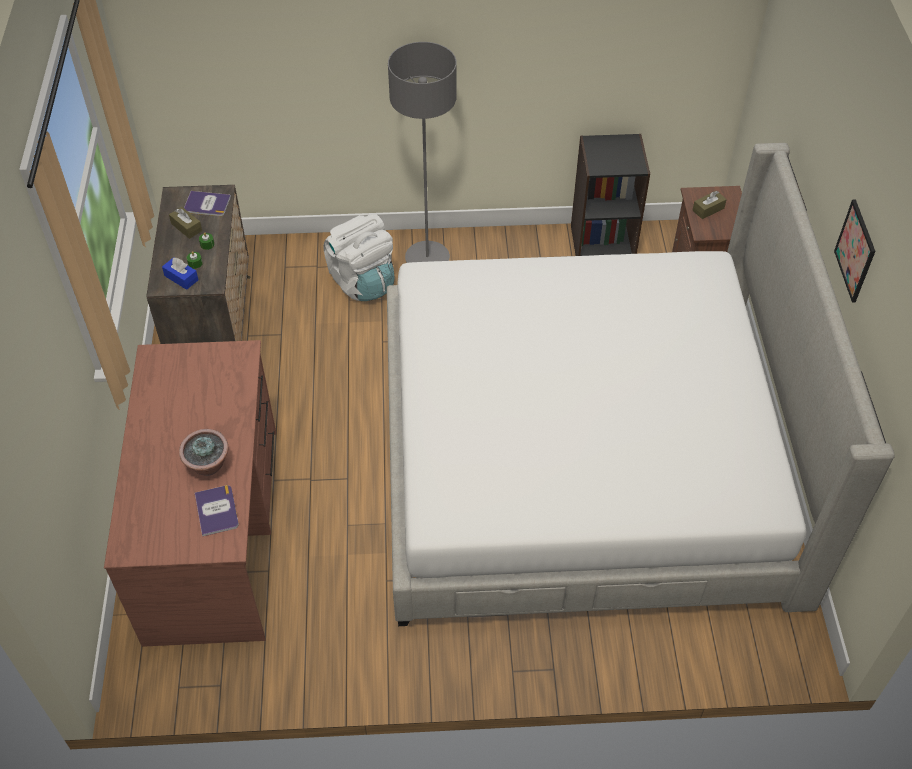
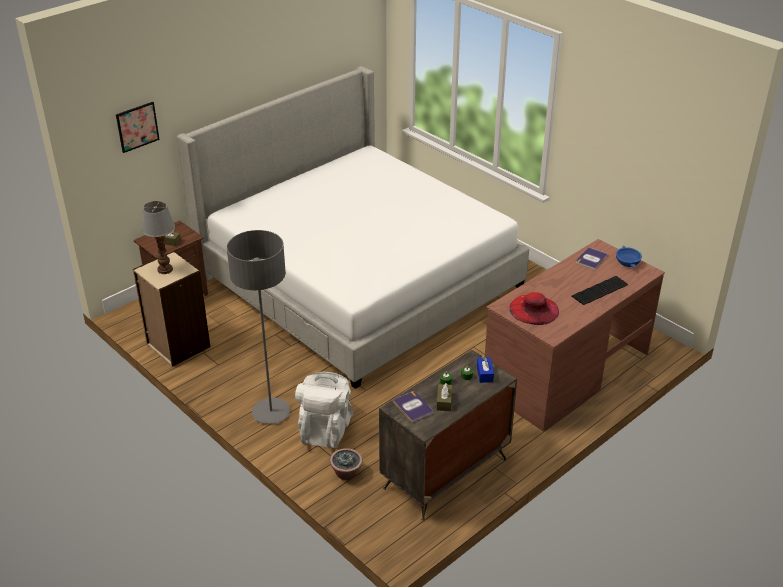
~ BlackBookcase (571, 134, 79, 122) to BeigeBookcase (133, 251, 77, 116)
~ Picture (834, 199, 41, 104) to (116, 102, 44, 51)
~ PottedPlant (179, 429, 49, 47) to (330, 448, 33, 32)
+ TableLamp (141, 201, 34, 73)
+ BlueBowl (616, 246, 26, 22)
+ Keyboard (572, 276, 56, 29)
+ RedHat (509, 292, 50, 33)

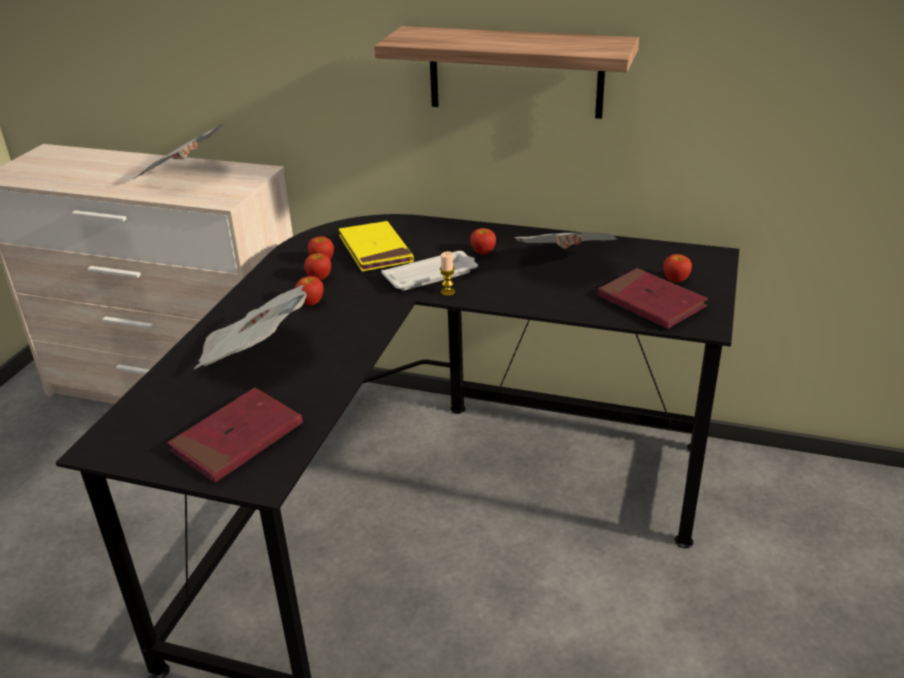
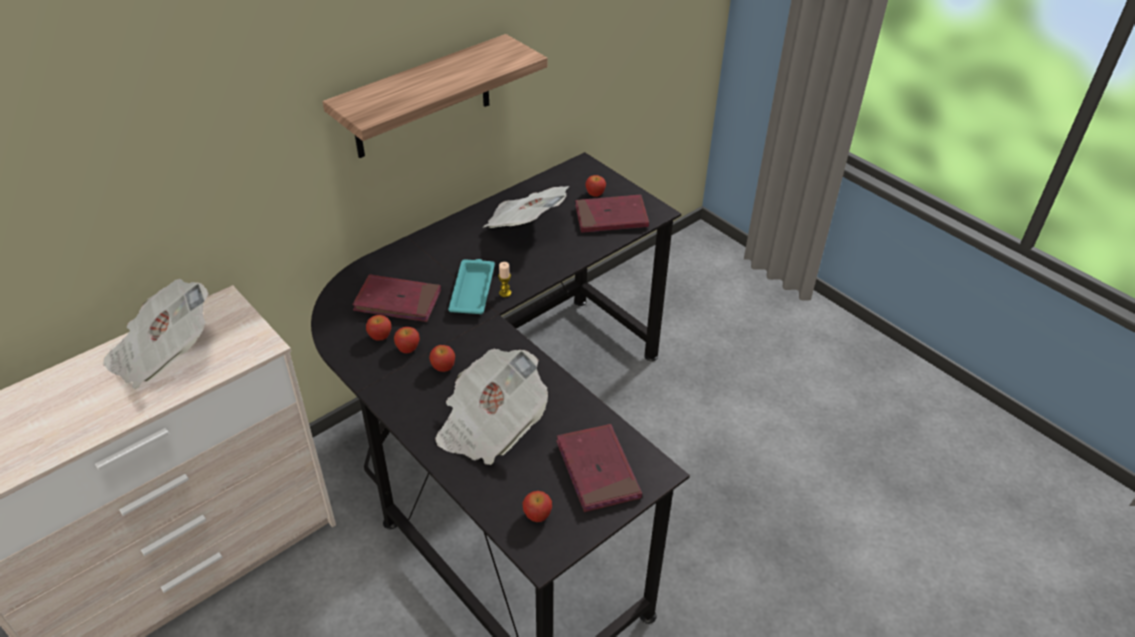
~ YellowBook (339, 221, 75, 51) to RedBook (352, 274, 89, 48)
~ Apple (470, 228, 26, 27) to (522, 491, 30, 31)
~ WhiteTray (382, 251, 96, 39) to TurquoiseTray (448, 259, 47, 55)

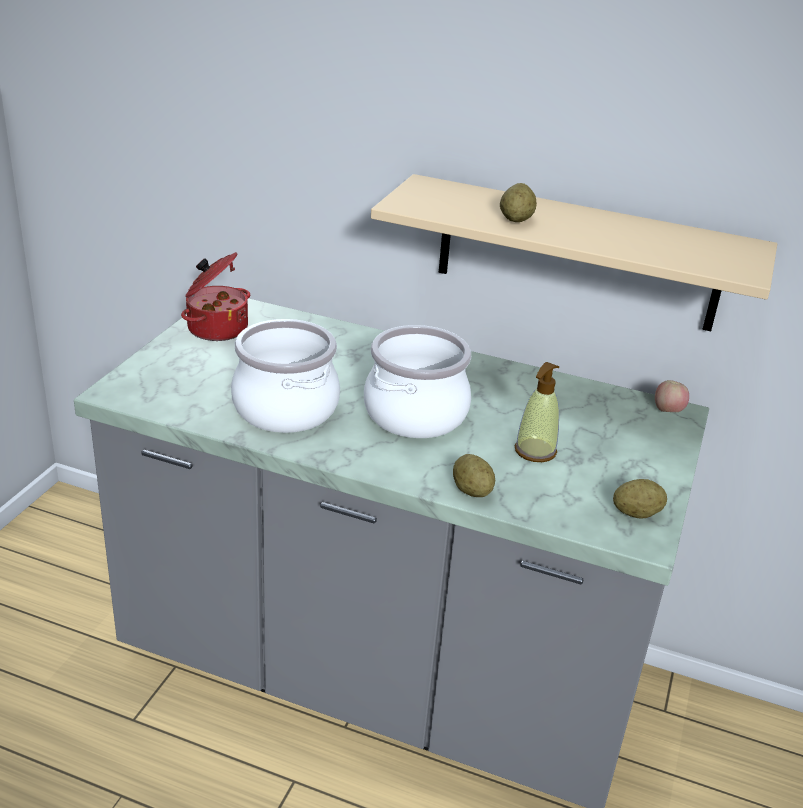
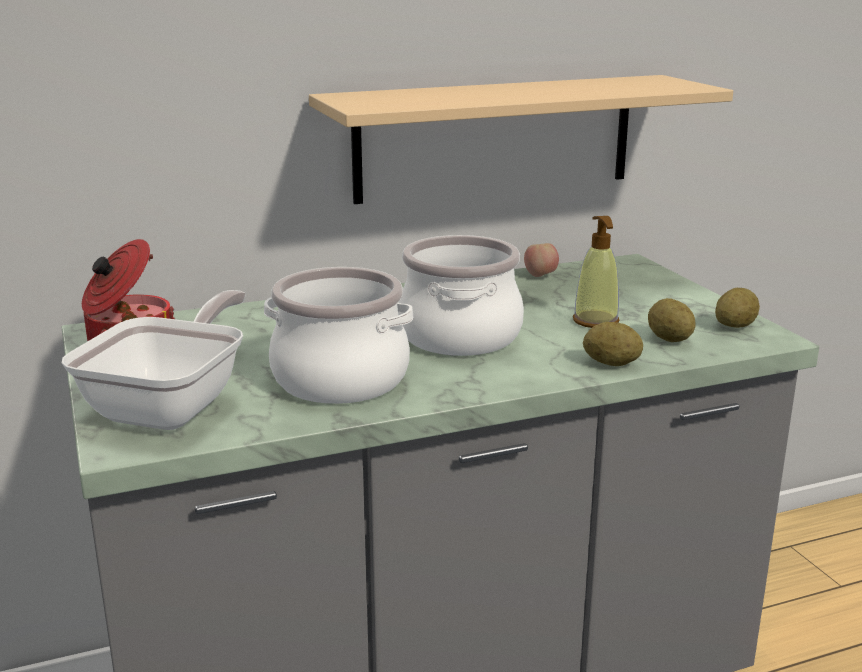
~ Potato (500, 183, 37, 39) to (648, 298, 48, 44)
~ Apple (655, 380, 34, 32) to (524, 243, 35, 34)
+ FryingPan (62, 290, 184, 140)

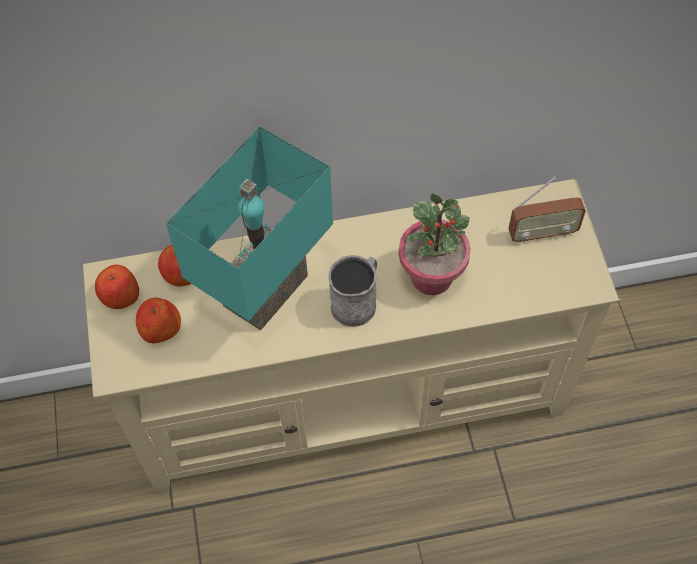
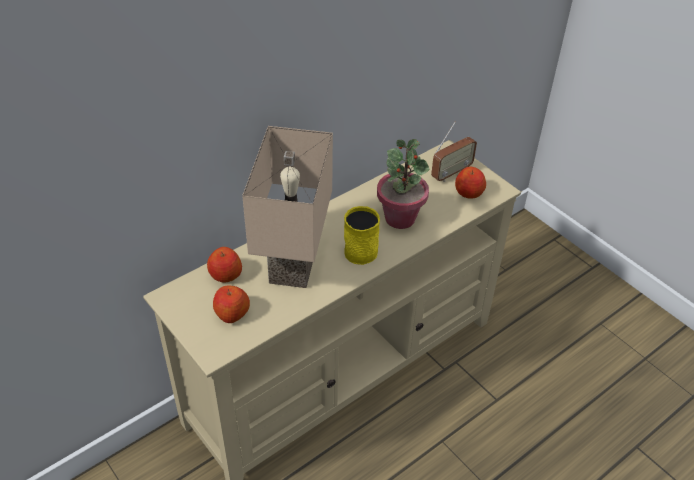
~ TurquoiseTableLamp (166, 126, 167, 205) to BeigeTableLamp (242, 126, 91, 162)
~ GreyMug (328, 255, 49, 72) to YellowMug (344, 206, 36, 59)
~ Apple (95, 264, 44, 45) to (455, 167, 31, 32)

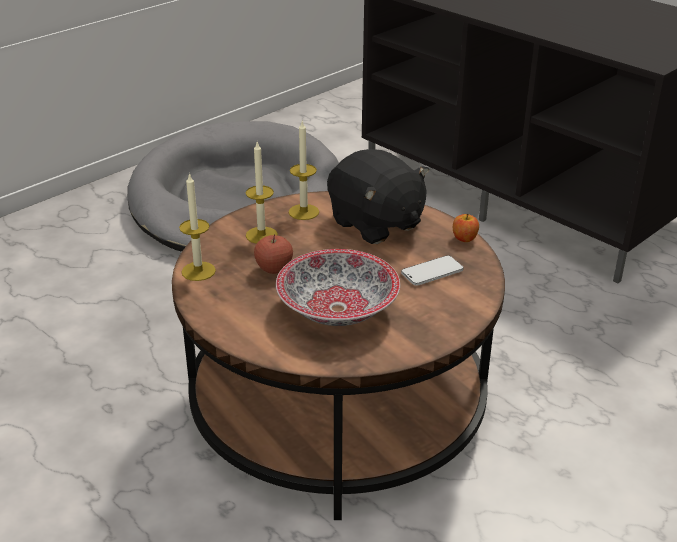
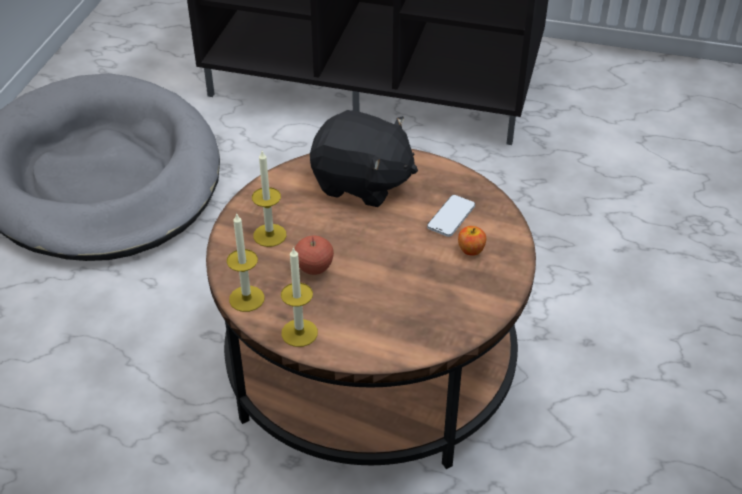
~ Candle (289, 121, 30, 99) to (281, 247, 37, 100)
~ Apple (453, 214, 26, 28) to (458, 226, 28, 30)
- Bowl (276, 249, 124, 77)

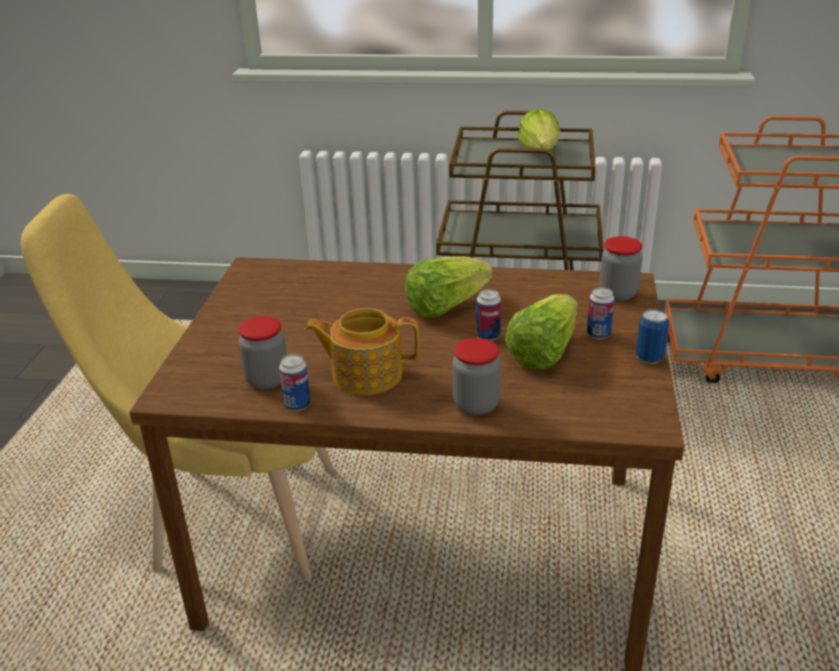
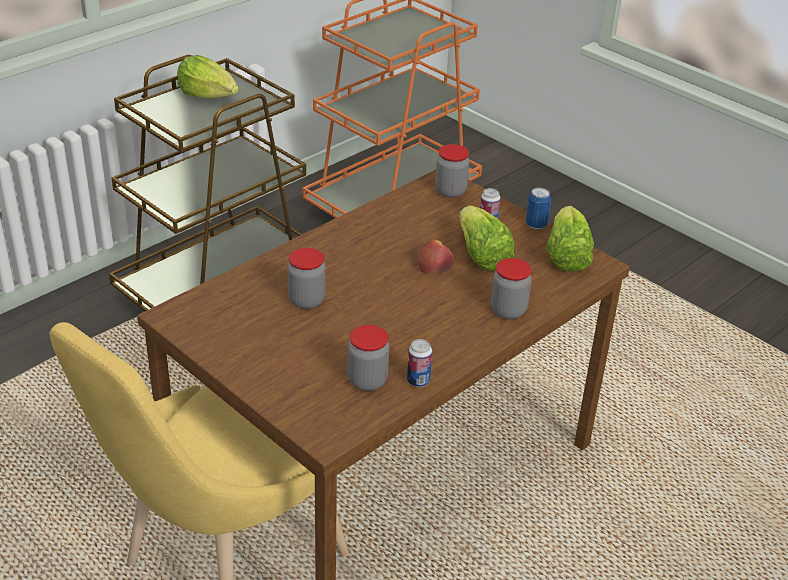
~ Lettuce (405, 256, 88, 62) to (546, 206, 48, 66)
~ Can (476, 289, 25, 52) to Apple (416, 240, 38, 34)
- Teapot (304, 308, 116, 87)
+ Jar (288, 248, 38, 61)

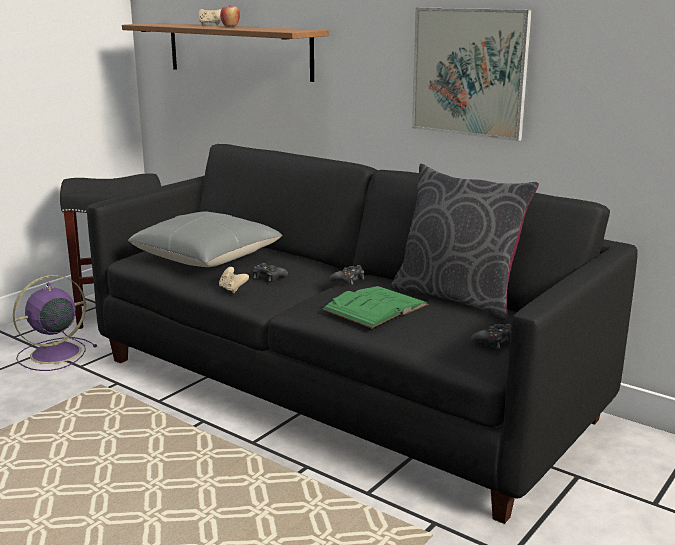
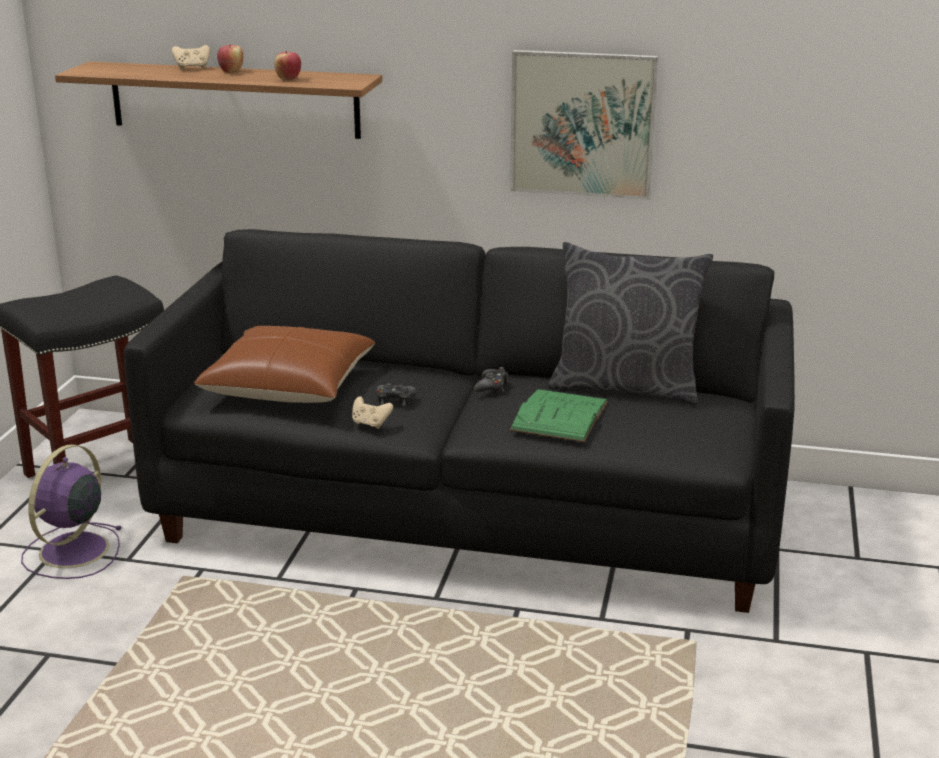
~ GreyPillow (128, 211, 154, 56) to BrownPillow (194, 326, 181, 77)
- BlackGameController (471, 324, 40, 24)
+ Apple (274, 51, 27, 29)

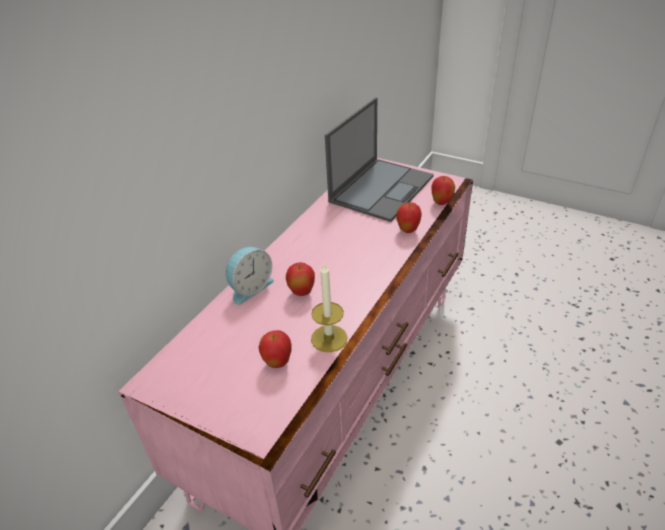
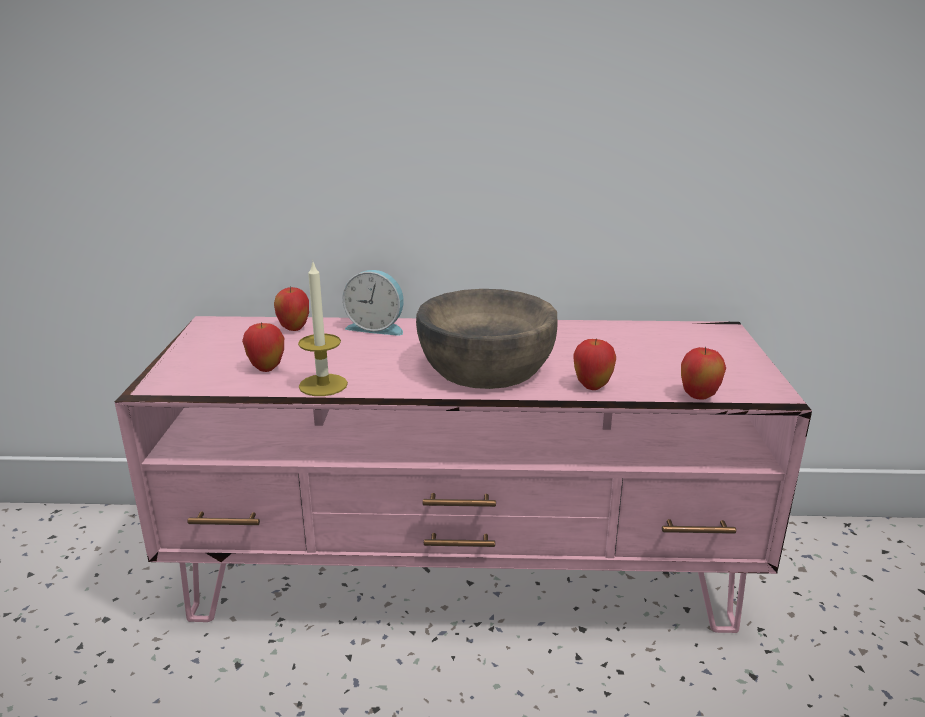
- Laptop (325, 97, 109, 125)
~ Apple (286, 262, 29, 34) to (274, 286, 35, 45)
+ BrownBowl (416, 289, 141, 100)

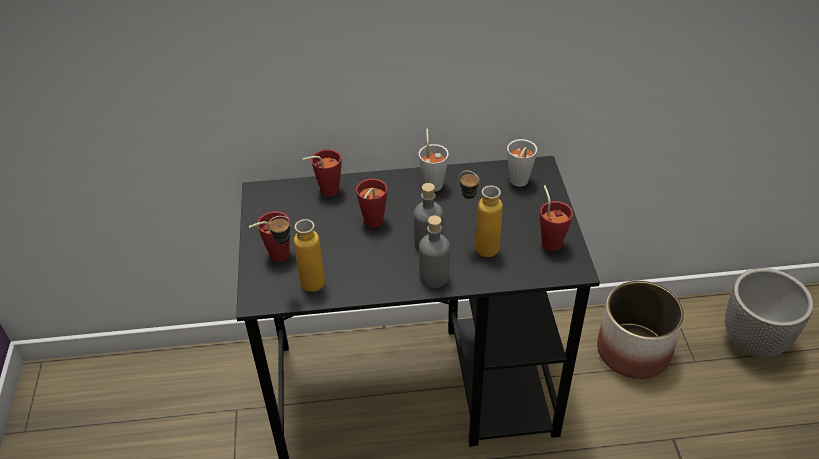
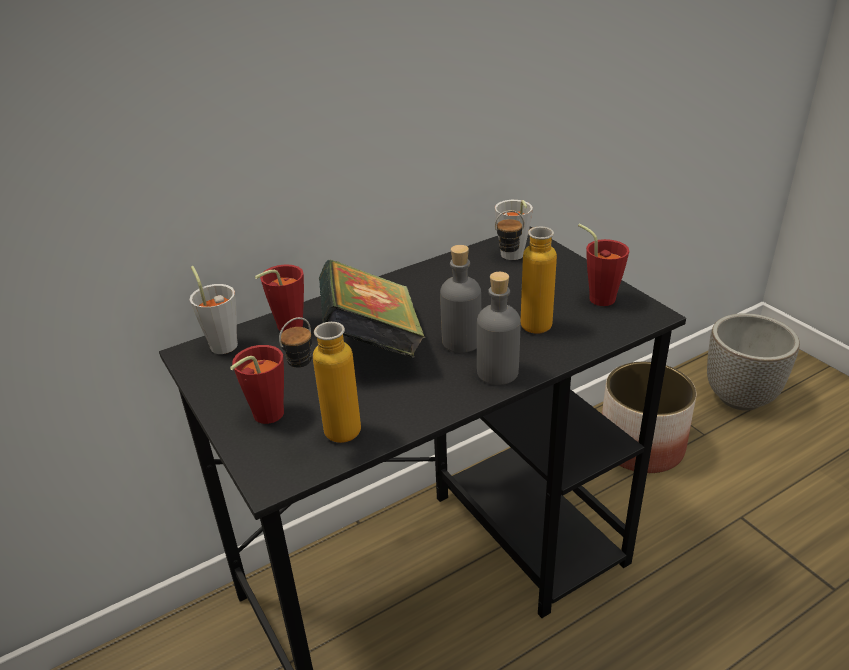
~ GreyCup (419, 129, 30, 63) to (189, 266, 49, 88)
~ RedCup (356, 178, 31, 50) to Book (319, 260, 107, 98)

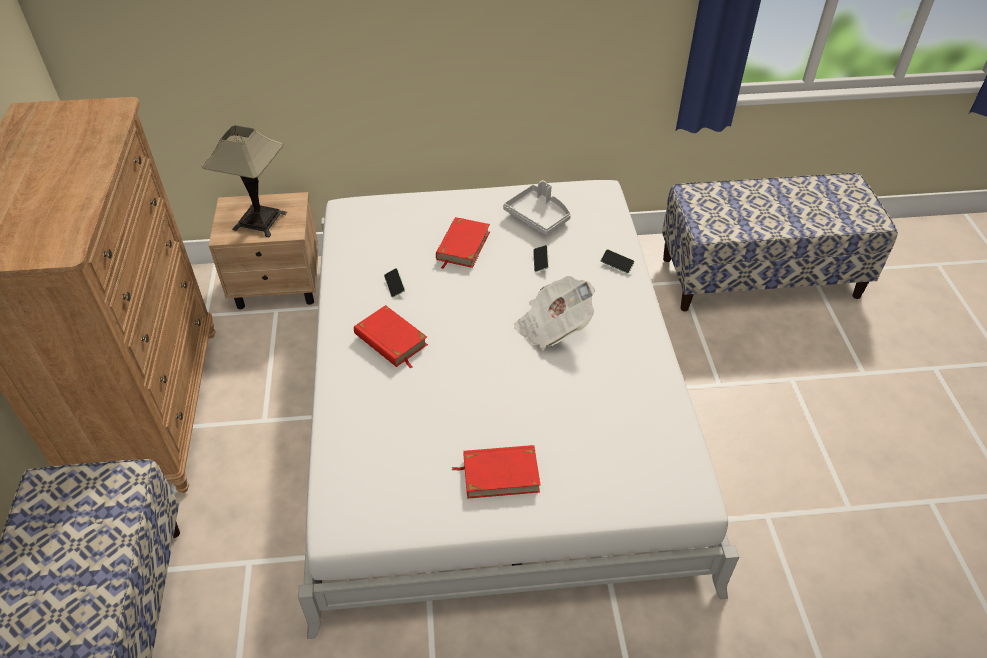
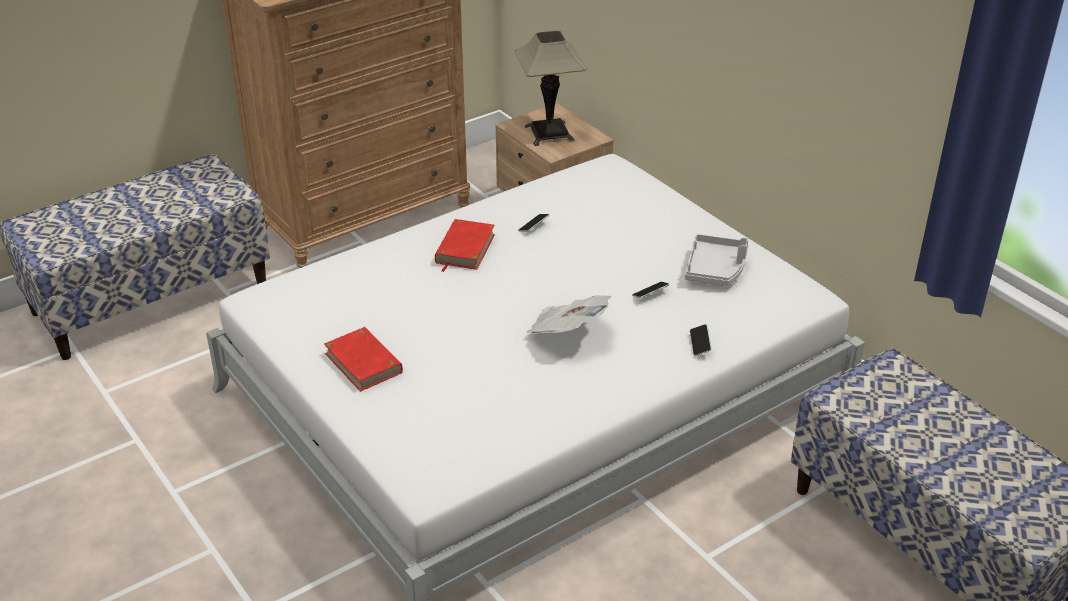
- RedBook (436, 217, 54, 52)

